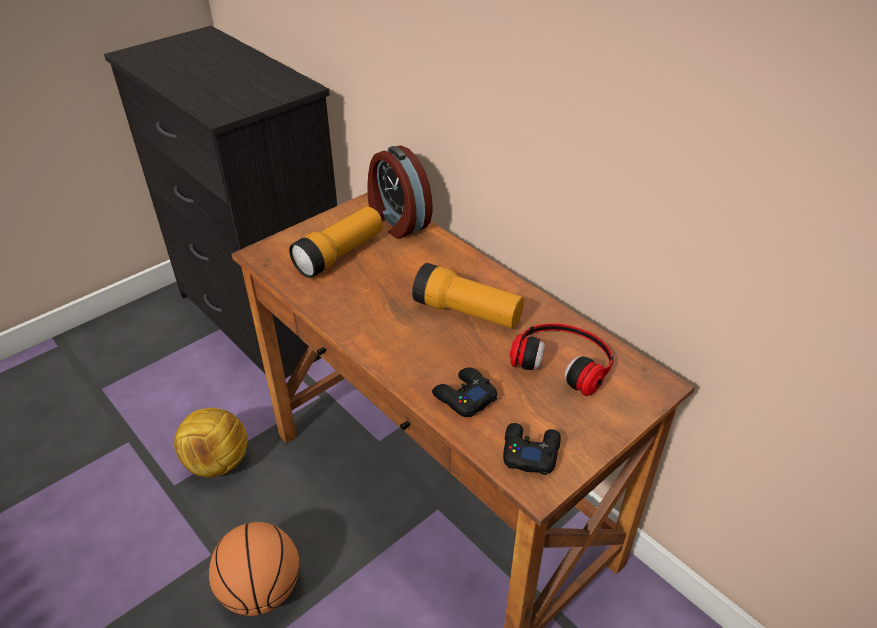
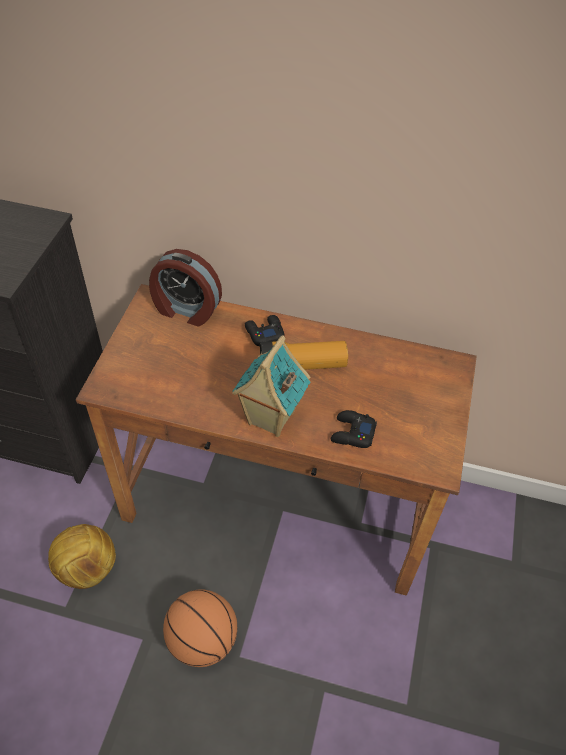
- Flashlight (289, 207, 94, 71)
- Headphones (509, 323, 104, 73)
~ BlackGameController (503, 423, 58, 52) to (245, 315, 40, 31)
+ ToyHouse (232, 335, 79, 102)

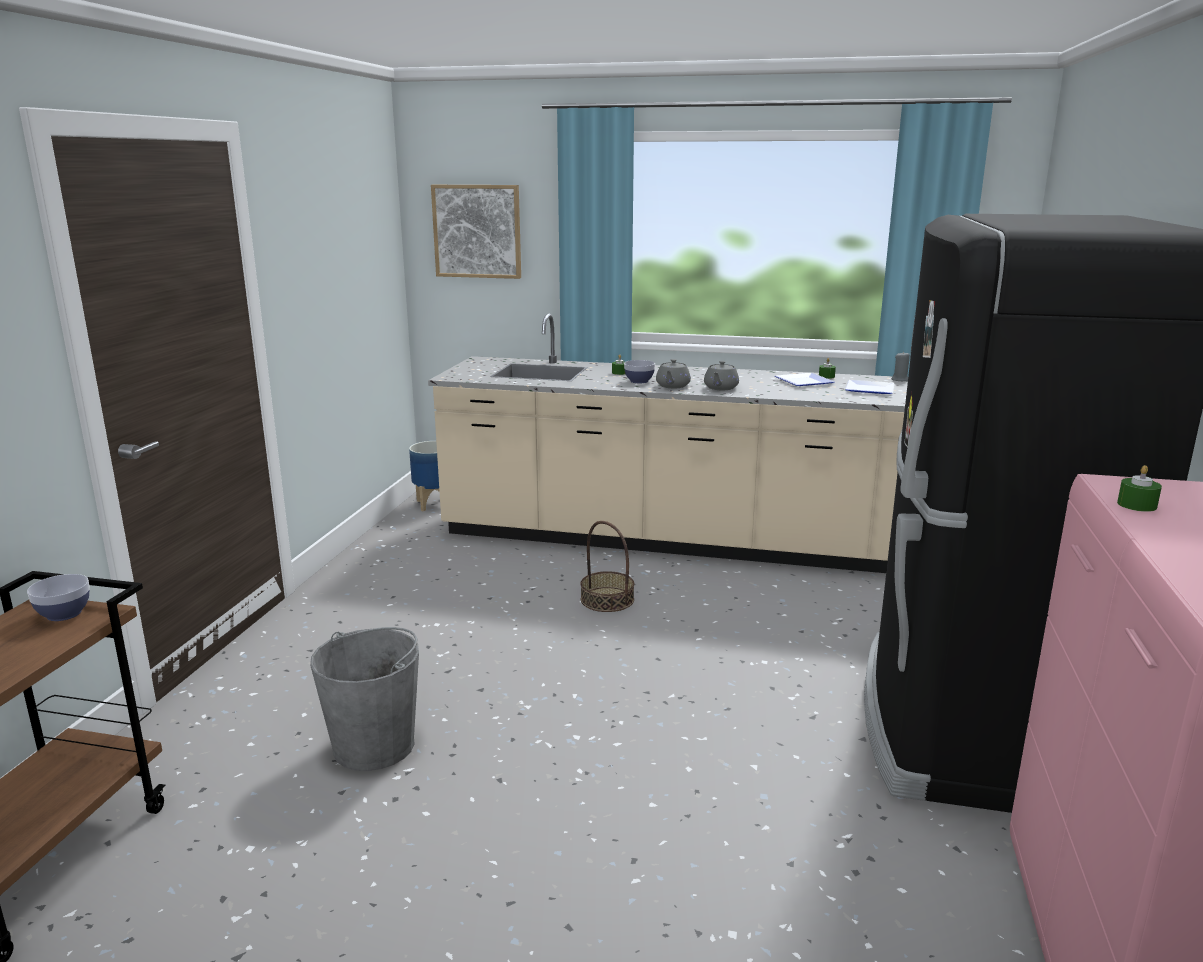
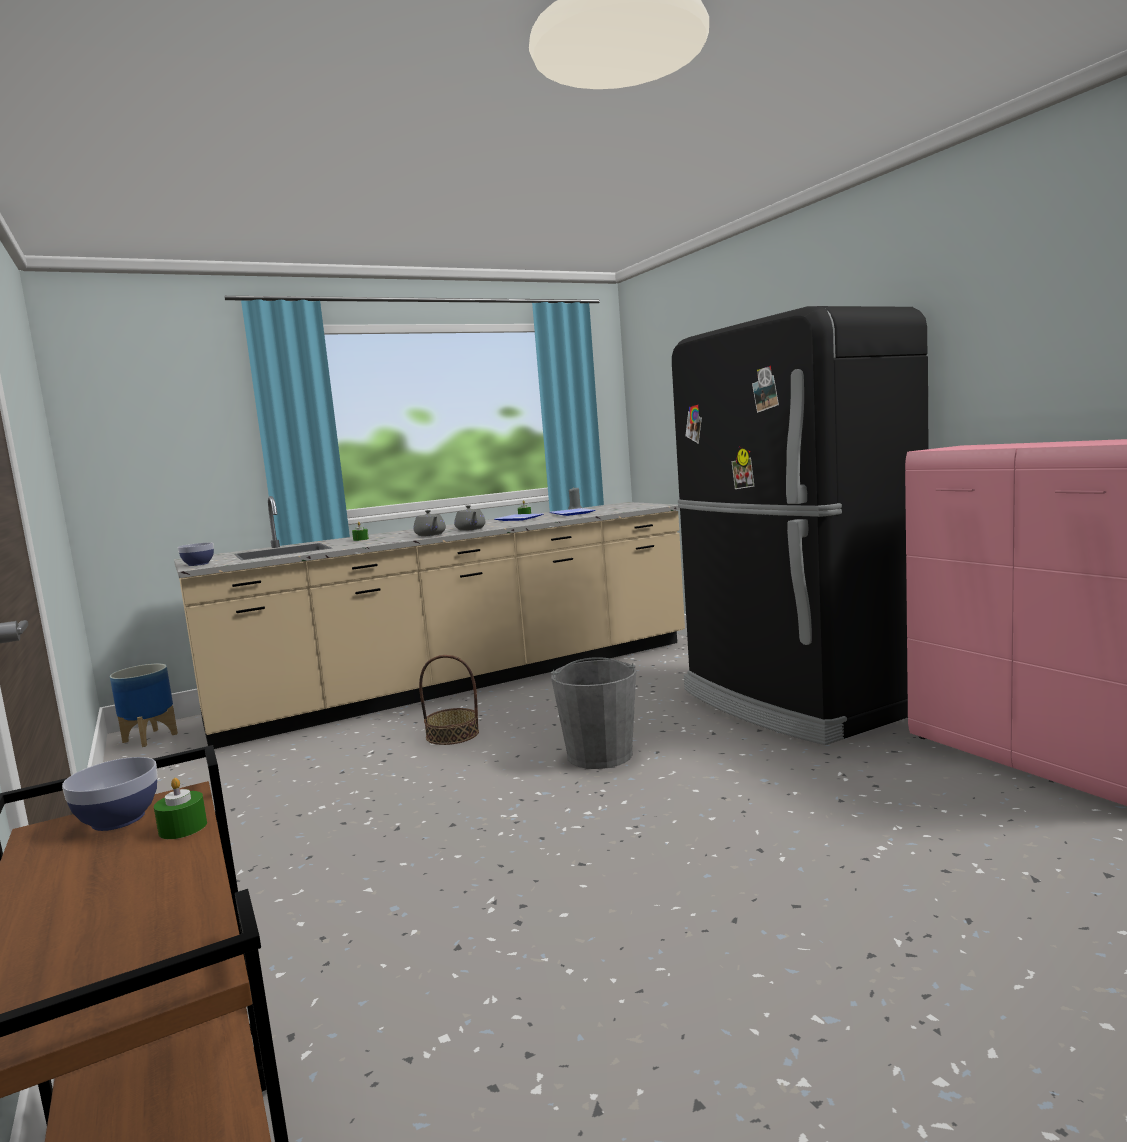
- Picture (431, 185, 90, 94)
~ Bowl (624, 360, 31, 23) to (178, 542, 36, 24)
~ GreenCandle (1117, 465, 45, 47) to (154, 778, 53, 61)
~ GreyBucket (310, 627, 109, 144) to (551, 657, 85, 112)

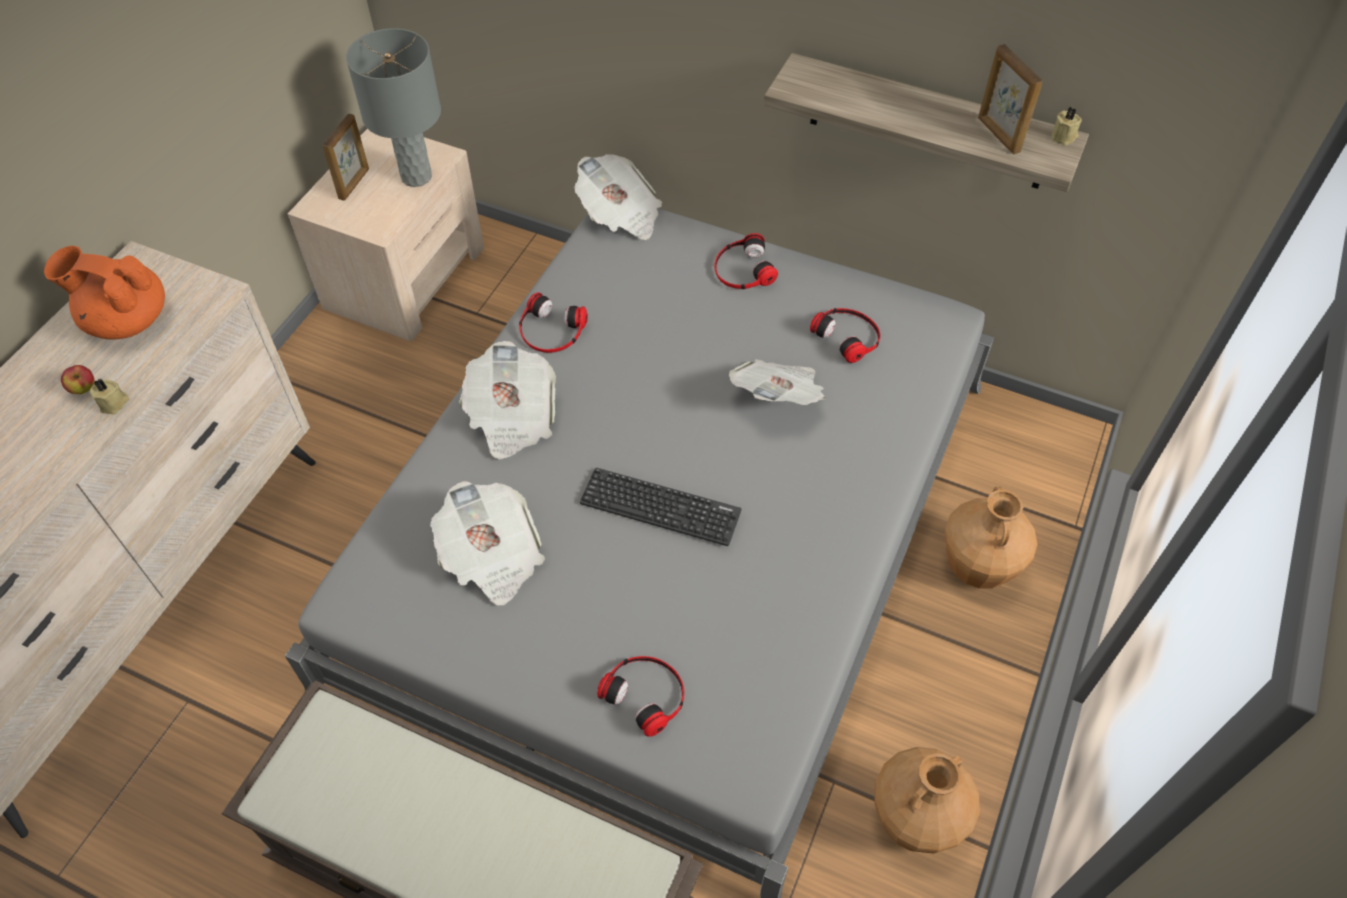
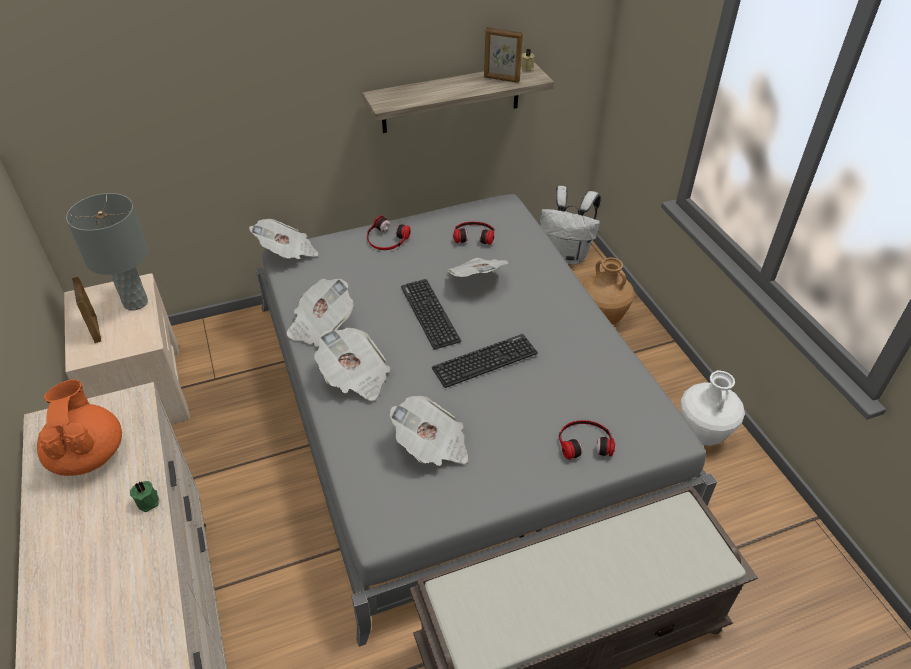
~ OrangeTeapot (44, 246, 121, 94) = (37, 380, 85, 96) 105 degrees clockwise
~ Headphones (519, 292, 69, 61) to Newspaper (287, 279, 66, 68)
- Apple (61, 365, 33, 29)
~ BeigeCandle (90, 379, 39, 36) to GreenCandle (130, 481, 29, 31)
~ BrownVase (874, 747, 106, 106) to WhiteVase (680, 370, 65, 76)
+ WhiteBackpack (540, 186, 61, 79)
+ Keyboard (401, 279, 60, 70)

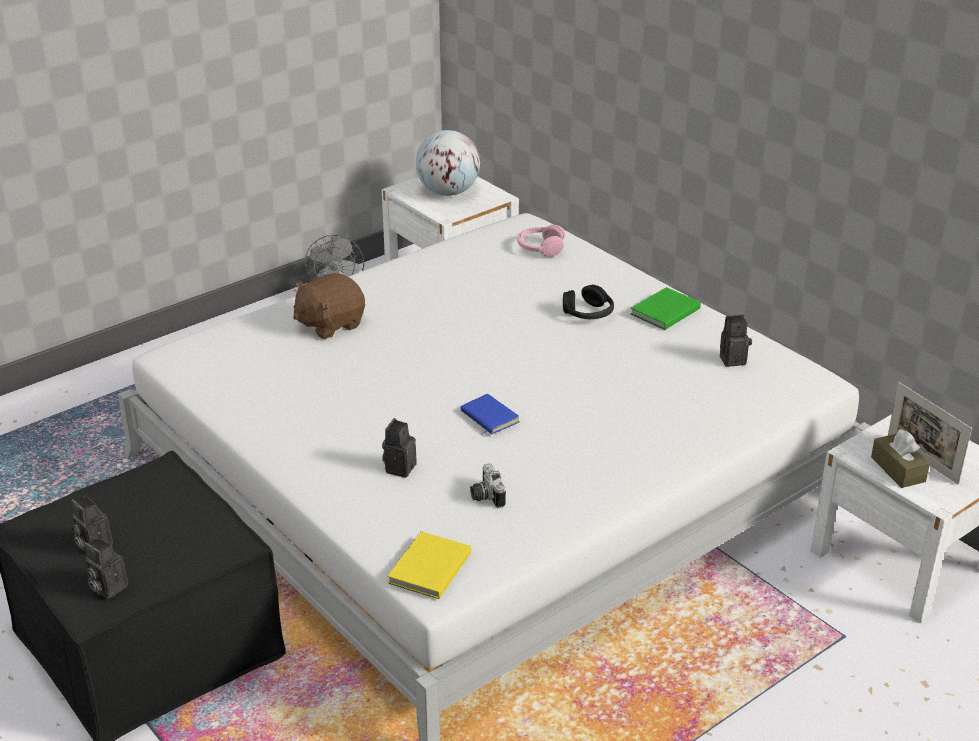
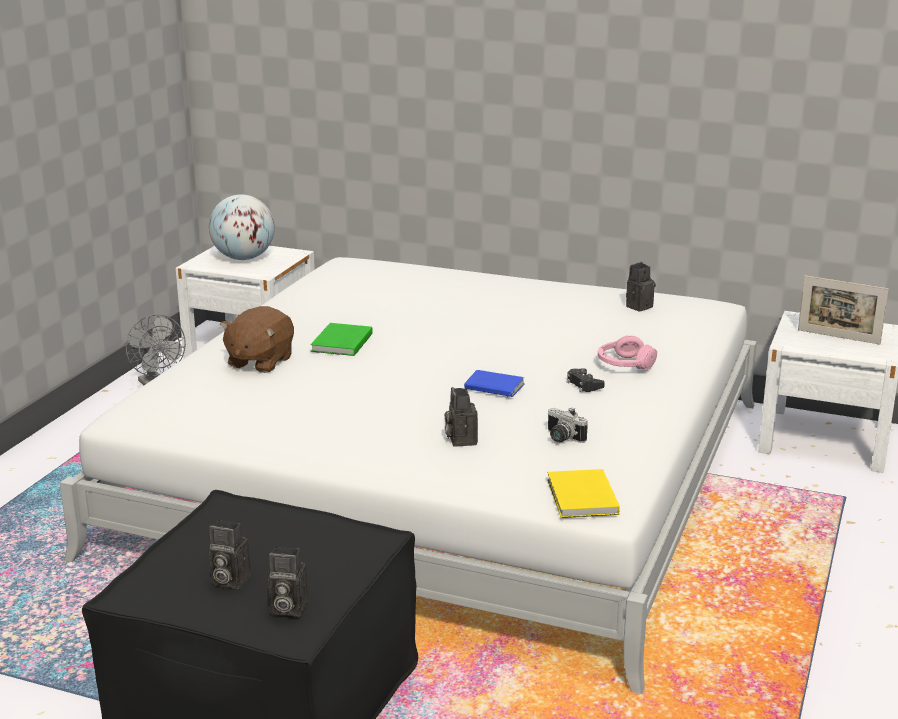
~ PinkHeadphones (517, 224, 48, 33) to (598, 335, 59, 35)
- BlackHeadphones (563, 285, 51, 34)
~ GreenBook (630, 287, 71, 43) to (310, 323, 63, 33)
- BrownTissueBox (871, 429, 59, 59)
+ BlackGameController (567, 368, 38, 24)

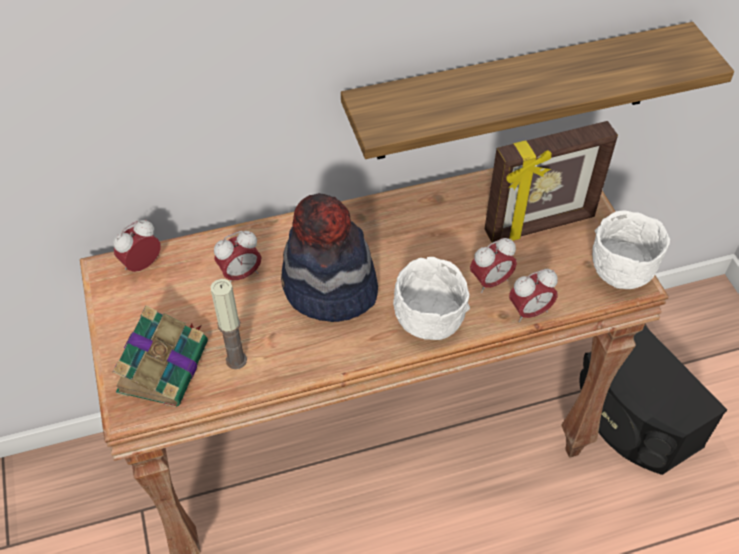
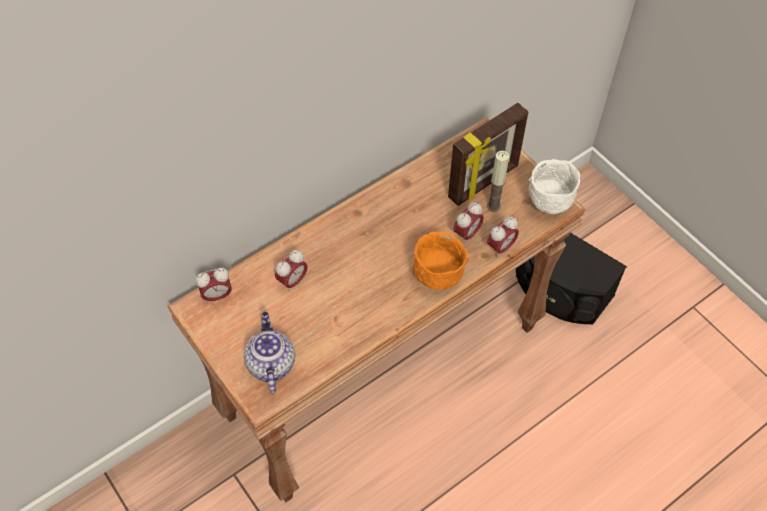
- Shelf (341, 22, 393, 137)
- Hat (281, 193, 97, 129)
~ AlarmClock (113, 220, 48, 52) = (195, 268, 37, 36) 135 degrees counterclockwise
~ WhiteBowl (393, 257, 77, 83) to OrangeBowl (413, 231, 56, 58)
~ Candle (210, 279, 37, 90) to (487, 151, 22, 61)
~ Book (113, 306, 95, 101) to Teapot (244, 312, 51, 81)

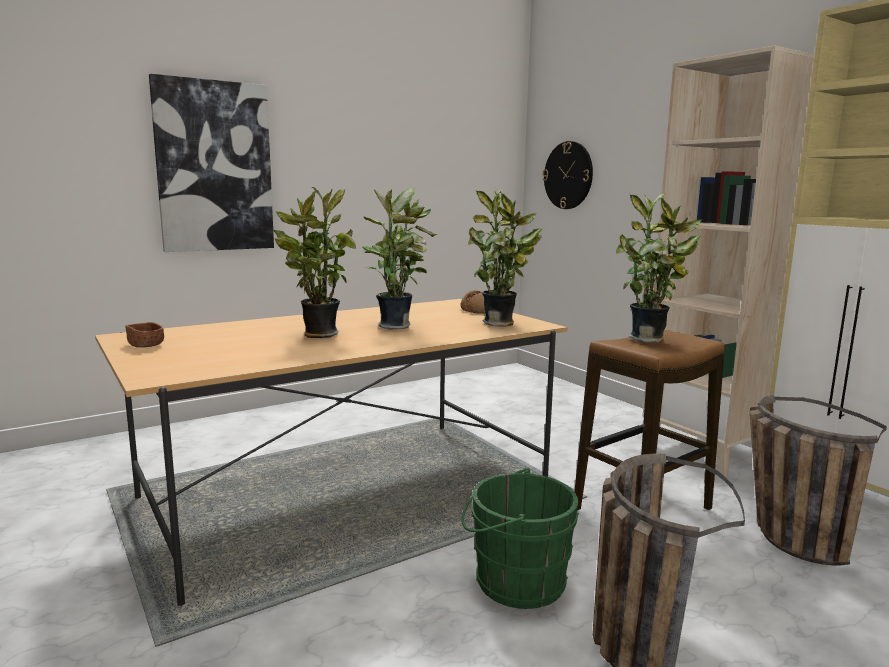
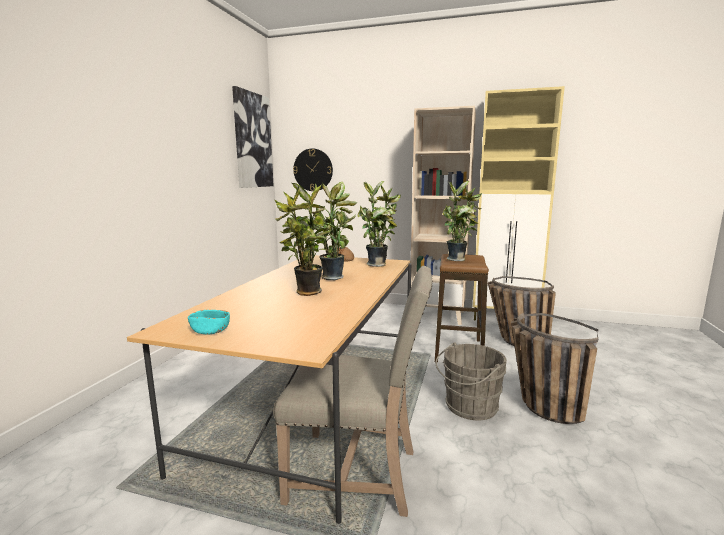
~ Picture (149, 74, 125, 178) to (232, 86, 42, 102)
~ BrownBowl (125, 322, 39, 25) to TurquoiseBowl (188, 310, 42, 24)
~ GreenBucket (461, 468, 118, 141) to GreyBucket (435, 342, 72, 78)
+ BeigeChair (273, 266, 159, 251)

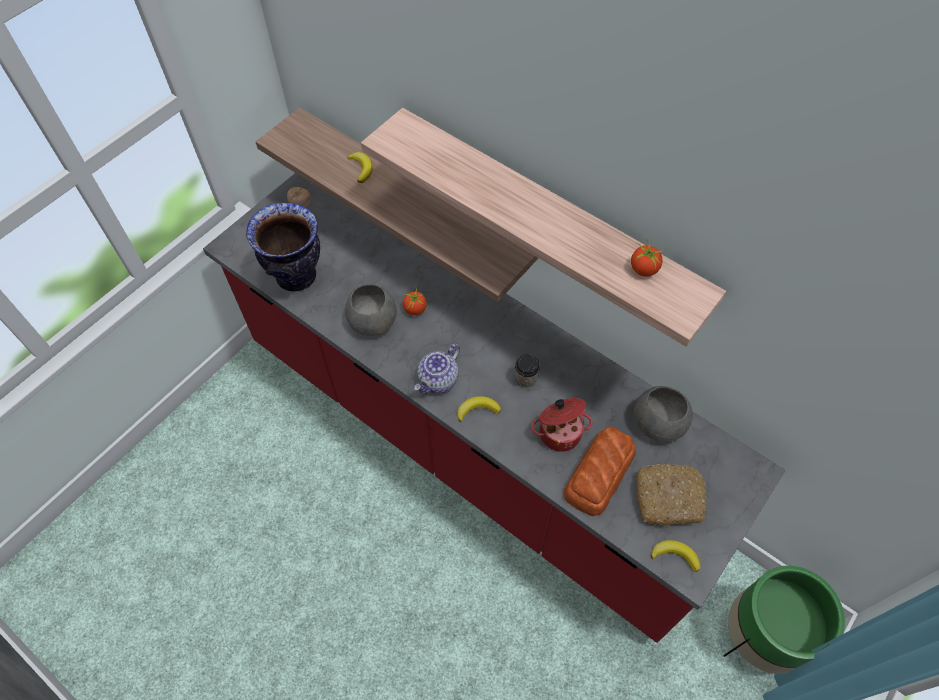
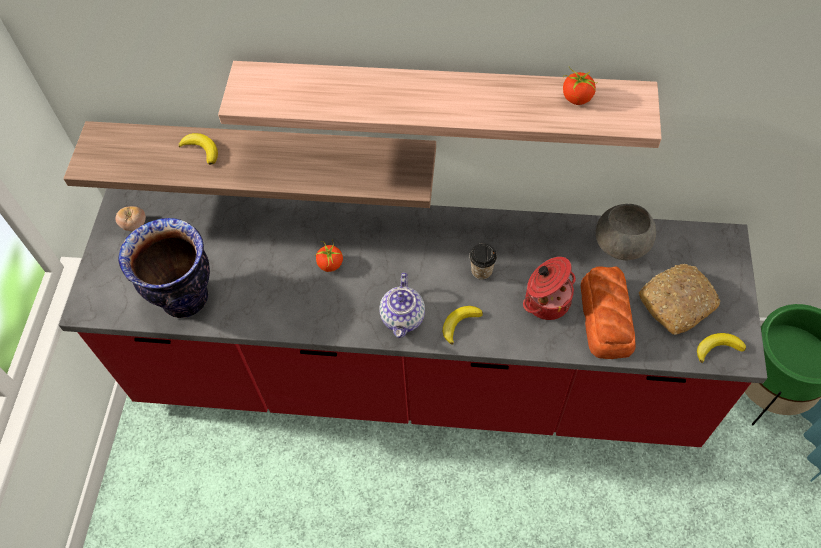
- GreyBowl (345, 284, 52, 52)

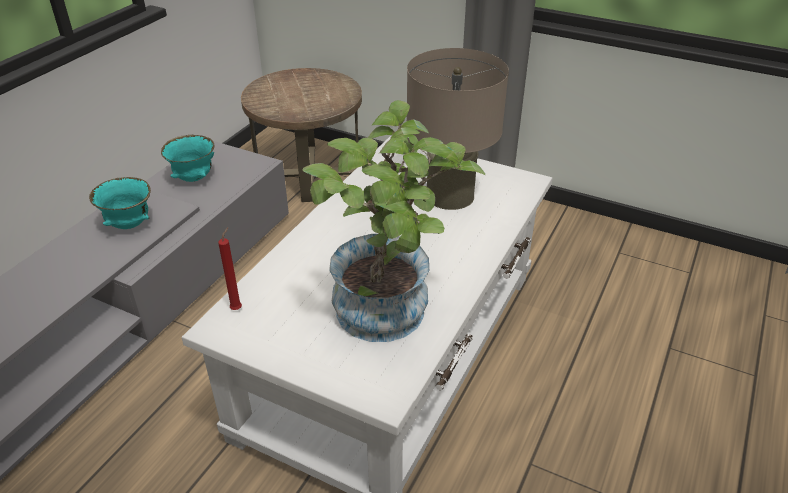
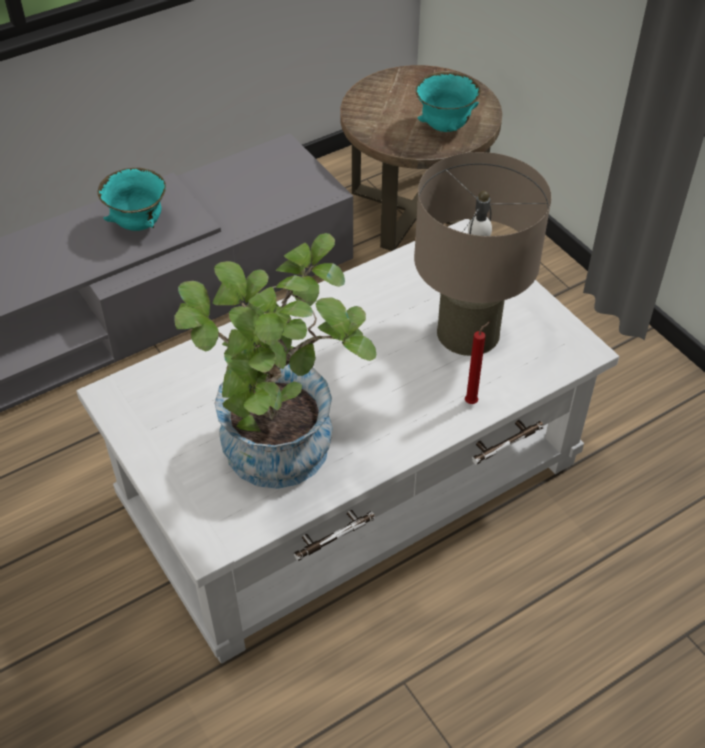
~ TurquoiseBowl (161, 135, 54, 47) to (416, 71, 65, 61)
~ RedCandle (218, 227, 24, 83) to (465, 322, 25, 82)

